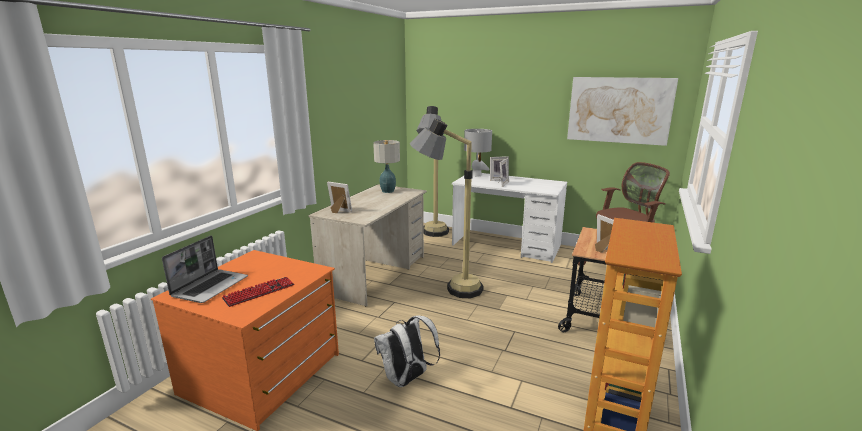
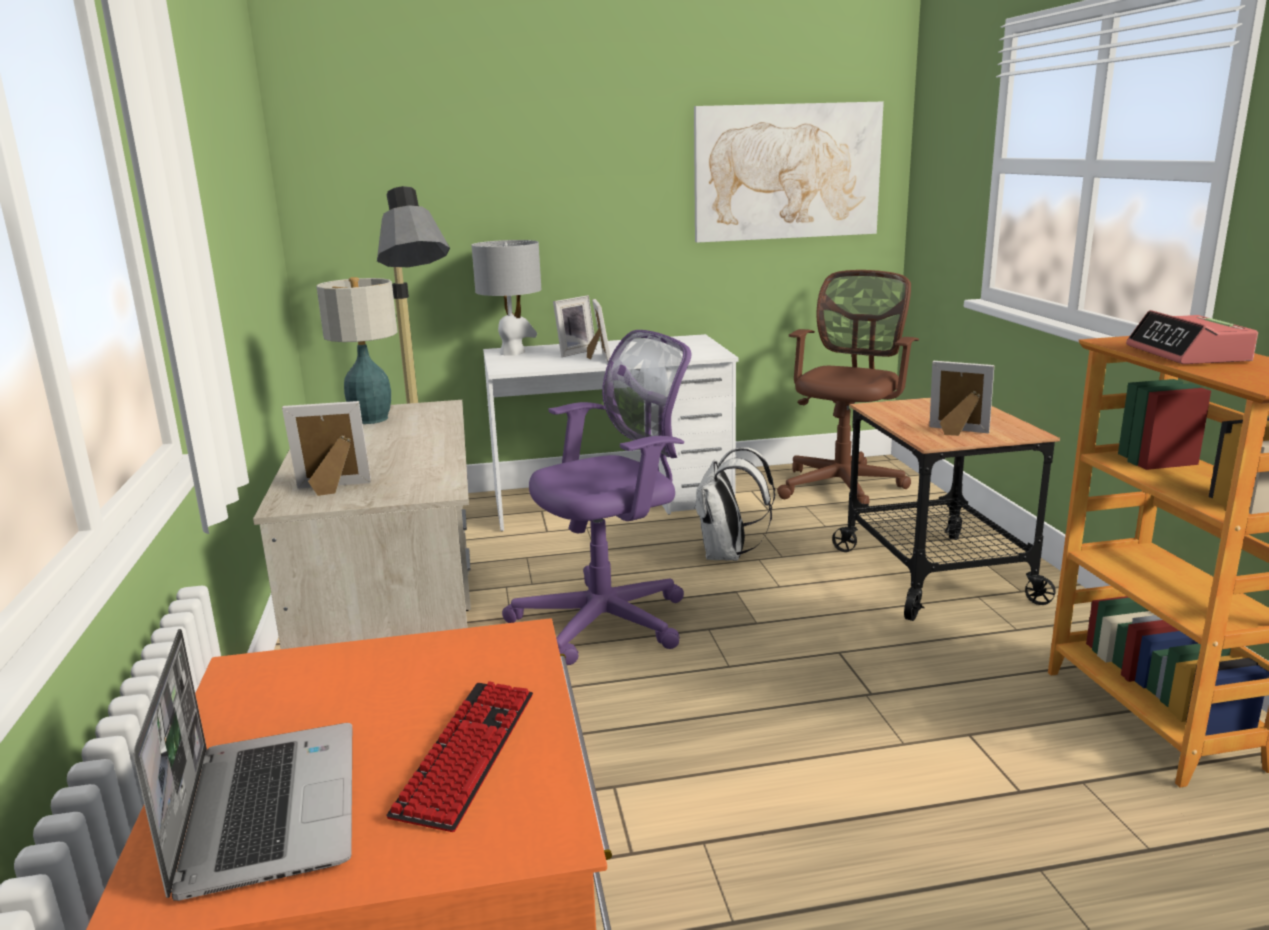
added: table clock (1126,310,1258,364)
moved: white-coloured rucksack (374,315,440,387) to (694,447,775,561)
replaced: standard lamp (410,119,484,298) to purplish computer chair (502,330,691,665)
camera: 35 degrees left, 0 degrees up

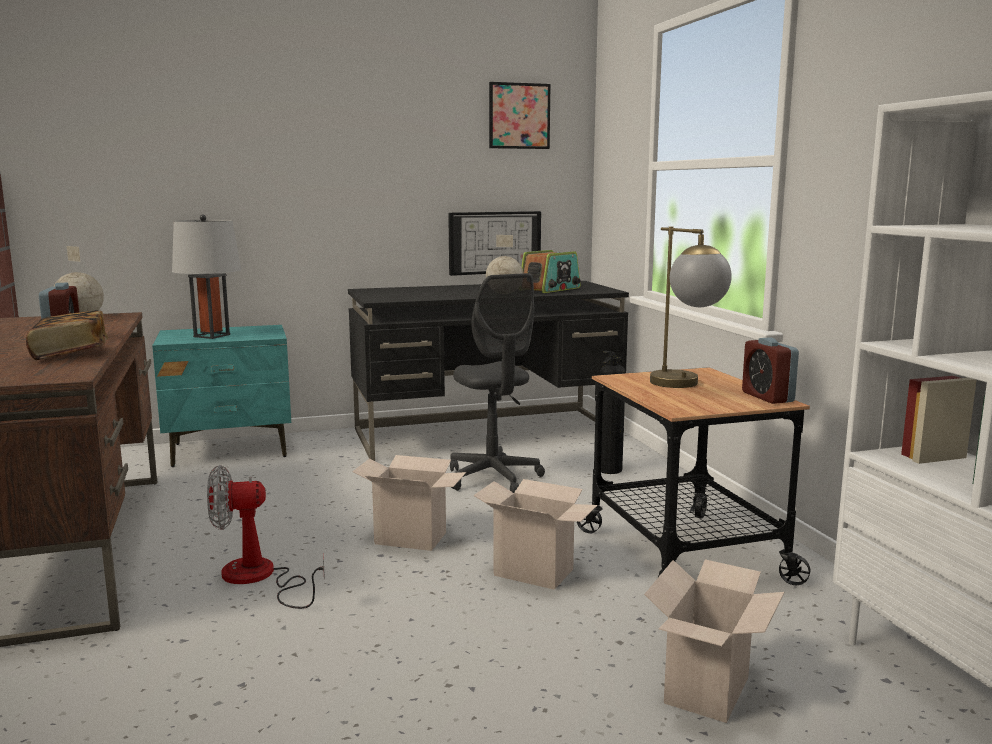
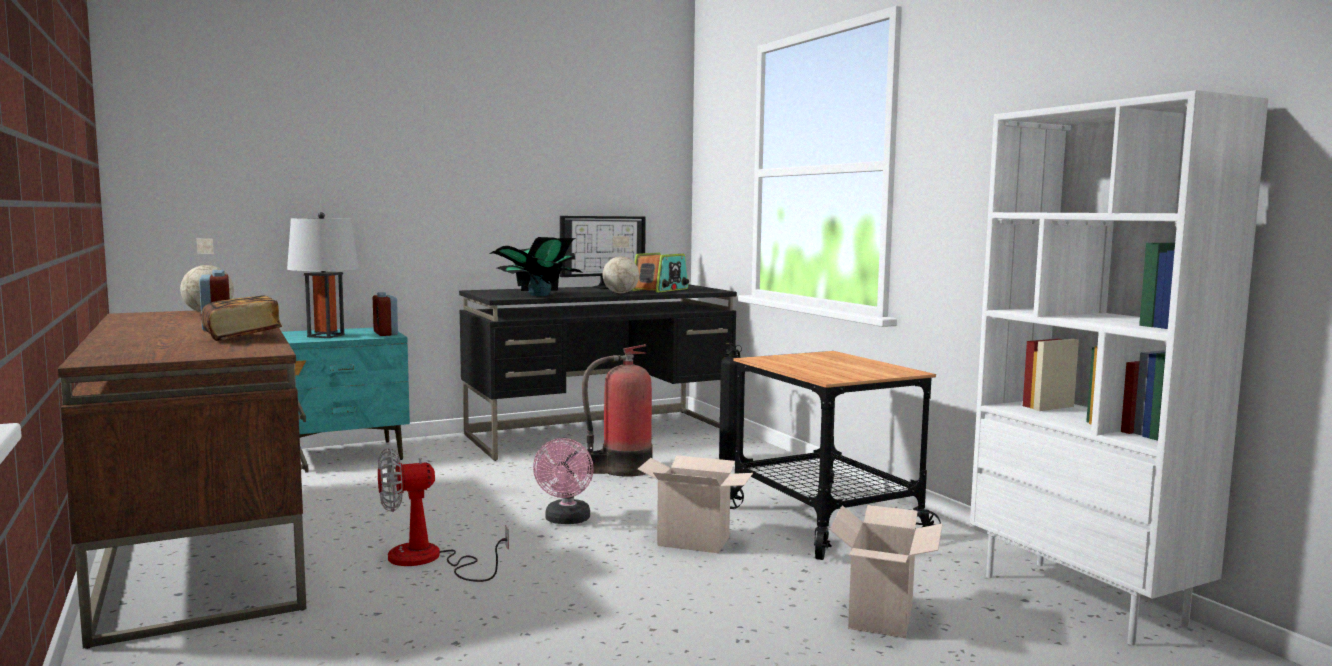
removed: picture (489,82,550,149); lamp for a table (650,227,732,388)
added: plant in a pot (489,237,583,296)
moved: table clock (742,338,799,404) to (373,292,398,336)
replaced: carton (353,455,466,551) to pink-coloured fan (533,438,594,524); grey computer chair (450,273,545,493) to extinguisher (582,344,653,477)
camera: 10 degrees left, 5 degrees down

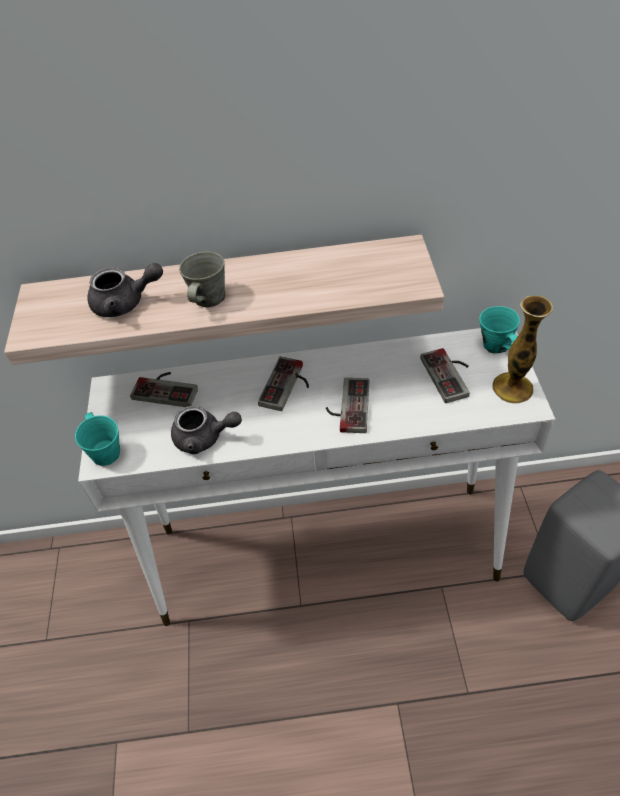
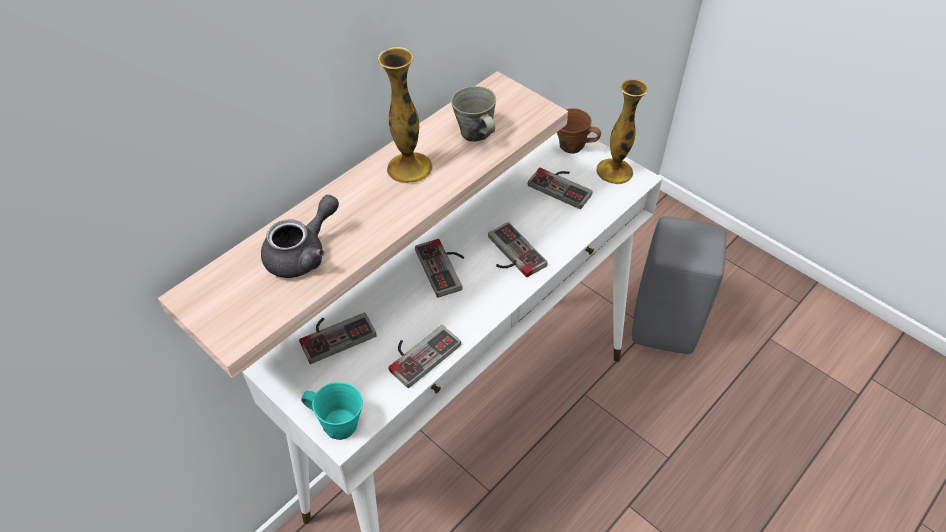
added: vase (378,47,433,184)
moved: grey tea mug (179,251,225,307) to (451,86,496,142)
replaced: grey pot for tea (171,406,242,454) to gamepad (389,325,461,388)
recoloured: turquoise-coloured tea mug (479,306,520,354) to brown tea mug (557,108,601,154)
camera: 45 degrees left, 0 degrees up

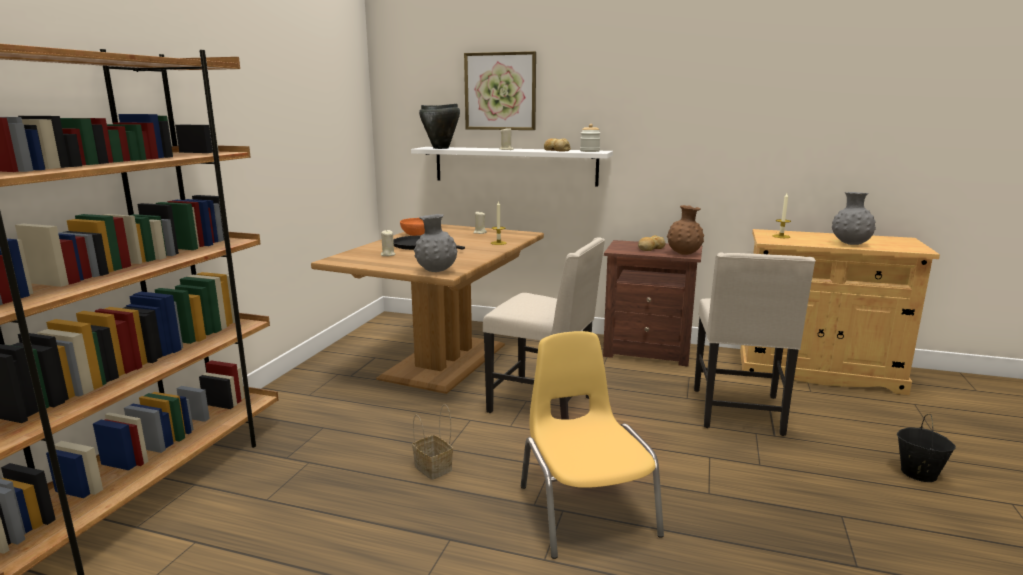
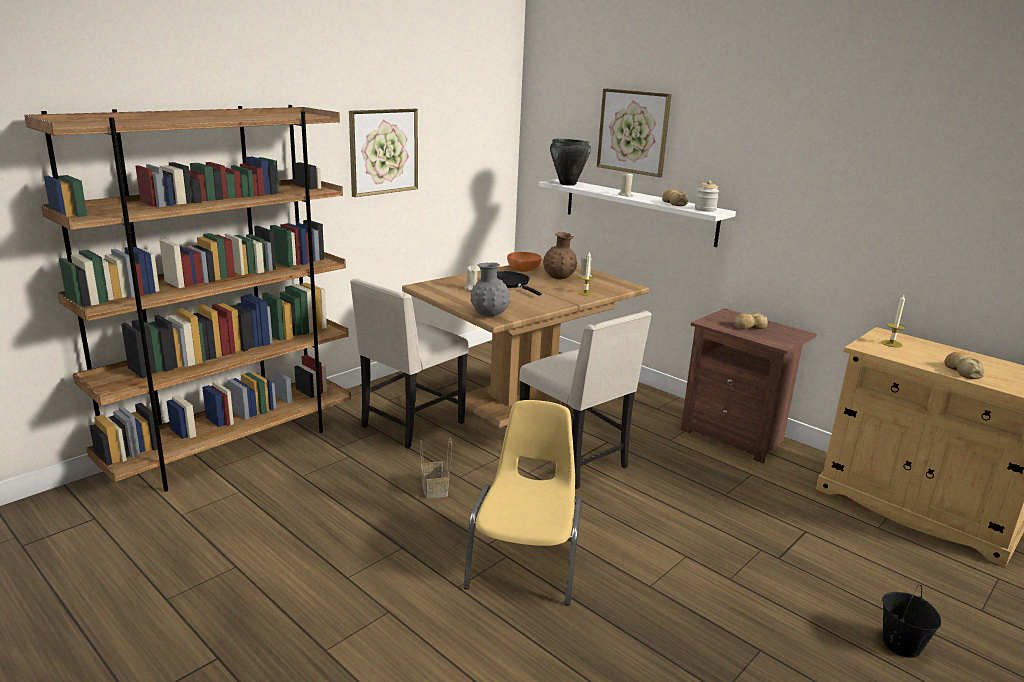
added: picture (349,109,418,197)
moved: beige-coloured plain chair (694,253,816,436) to (350,278,468,449); brown vase (667,205,704,255) to (543,232,578,279)
replaced: grey vase (832,192,876,245) to bread (944,352,984,379)
camera: 25 degrees right, 5 degrees up

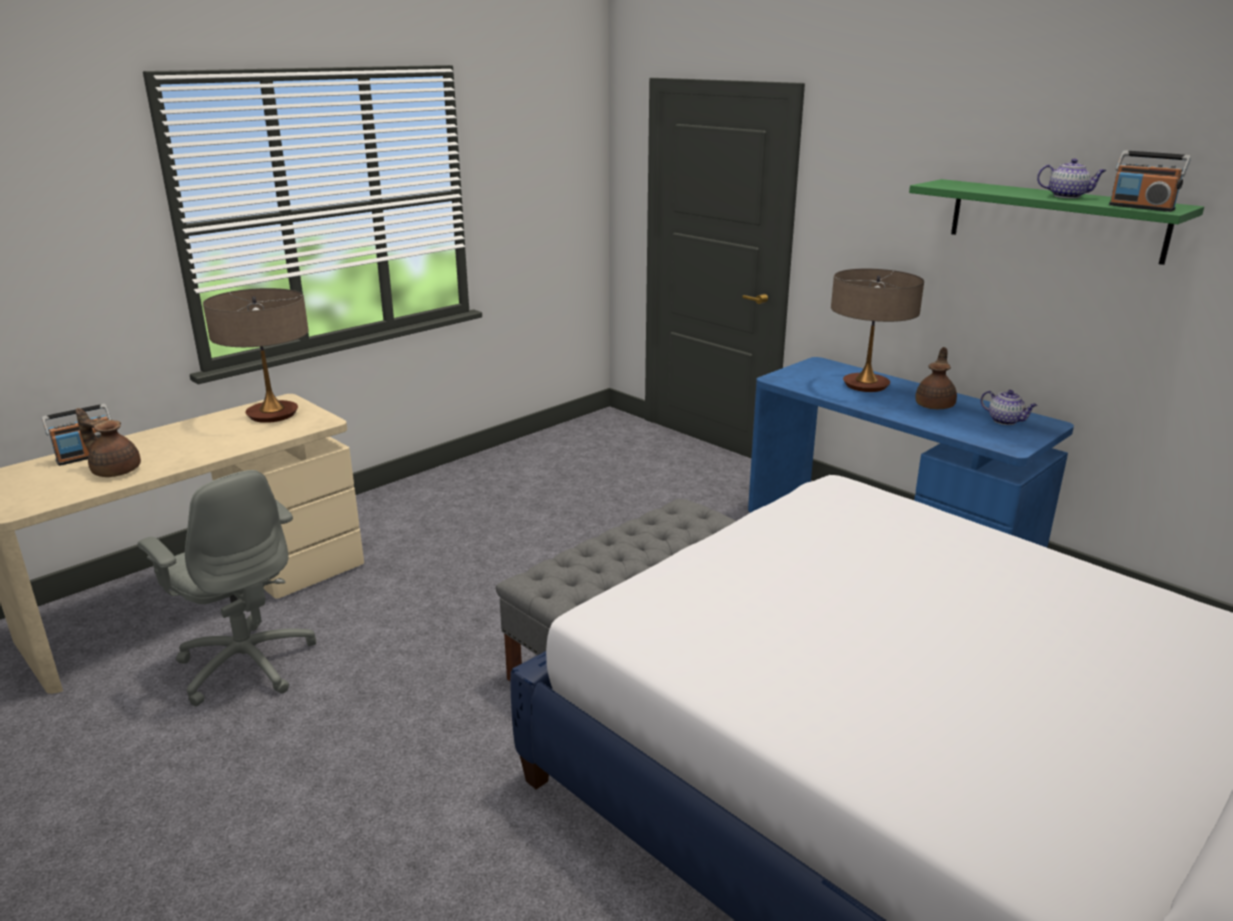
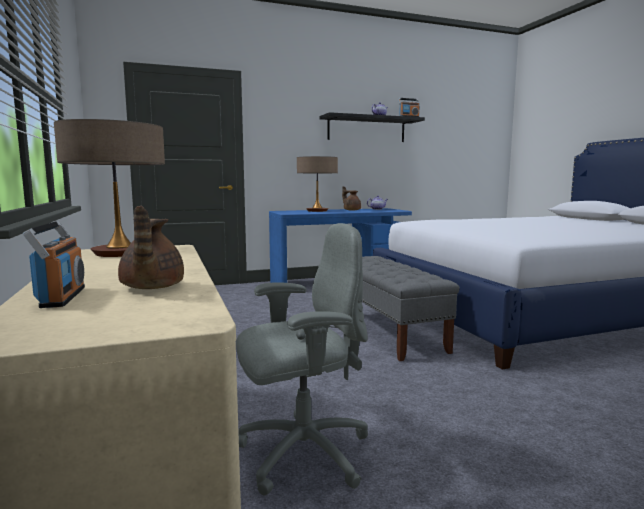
recoloured: green-coloured shelf (909,179,1204,265) to blackish shelf (320,112,425,142)
turned: brown pot for tea (76,408,141,477) = (118,206,184,289) 60 degrees counterclockwise
camera: 65 degrees left, 15 degrees down

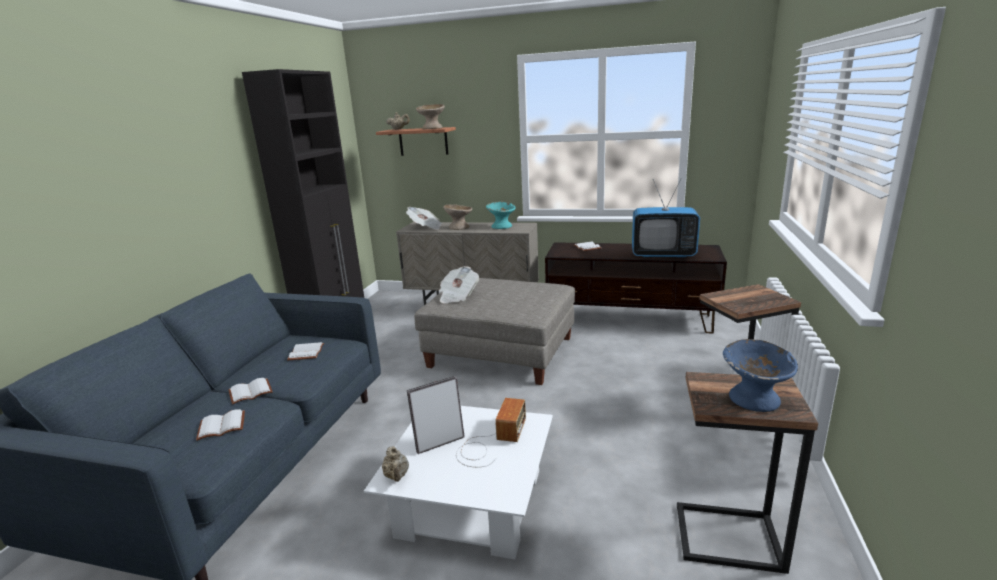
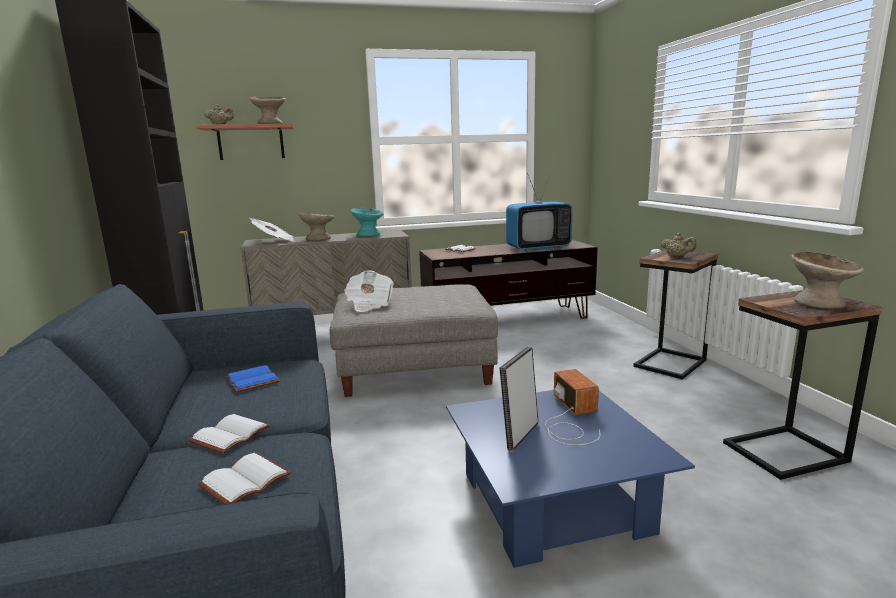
moved: beige-coloured pot for tea (382,446,409,482) to (661,233,697,257)
recoloured: white-coloured volume (287,342,324,360) to bluish volume (226,365,279,392); white-coloured low table (364,406,553,559) to bluish low table (446,390,695,568); bluish bowl (723,339,798,412) to beige-coloured bowl (792,252,864,309)
camera: 30 degrees left, 5 degrees down

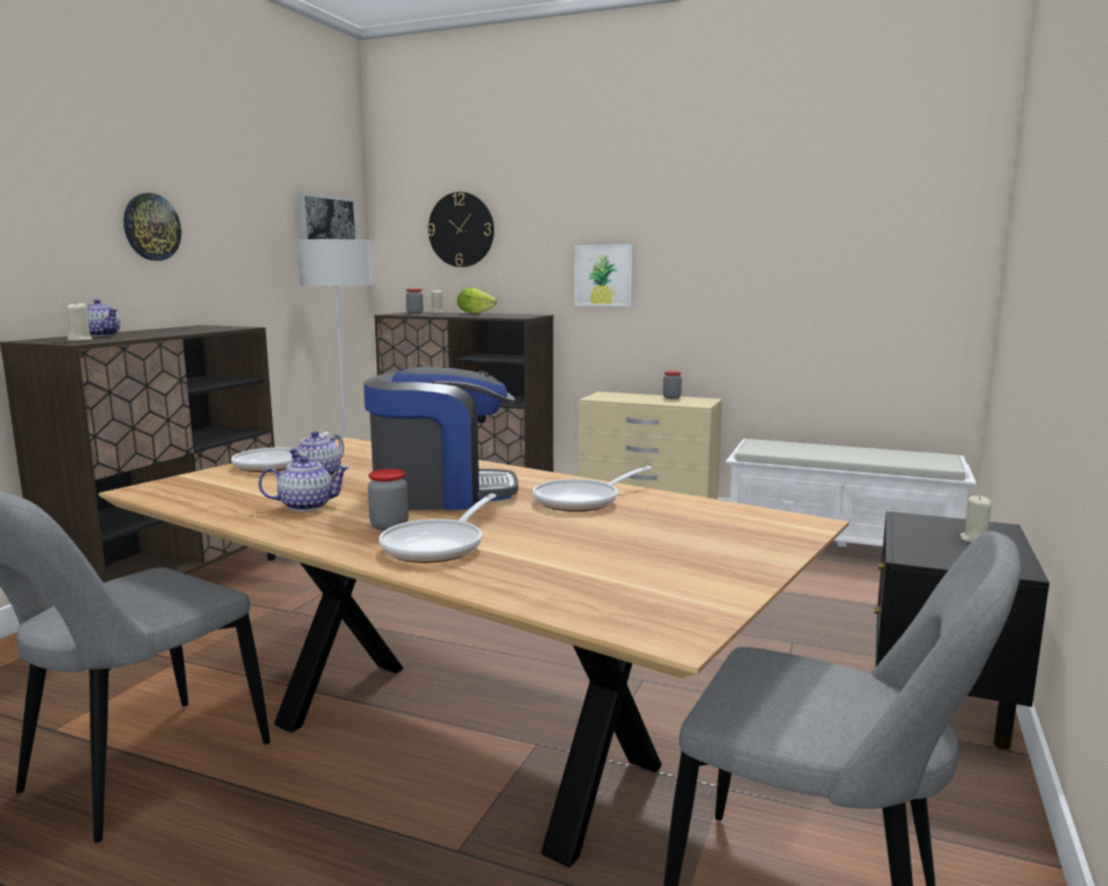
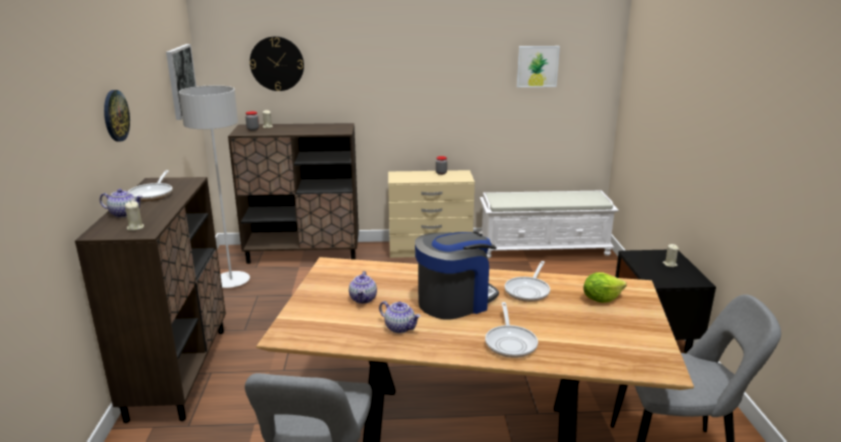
removed: storage jar (368,469,409,531)
moved: frying pan (231,432,329,472) to (128,170,172,201); picture (575,245,633,306) to (517,46,560,87); head of lettuce (457,288,497,314) to (583,272,627,303)
turned: pot for tea (258,456,350,511) = (379,301,421,333) 75 degrees clockwise
camera: 25 degrees left, 10 degrees up

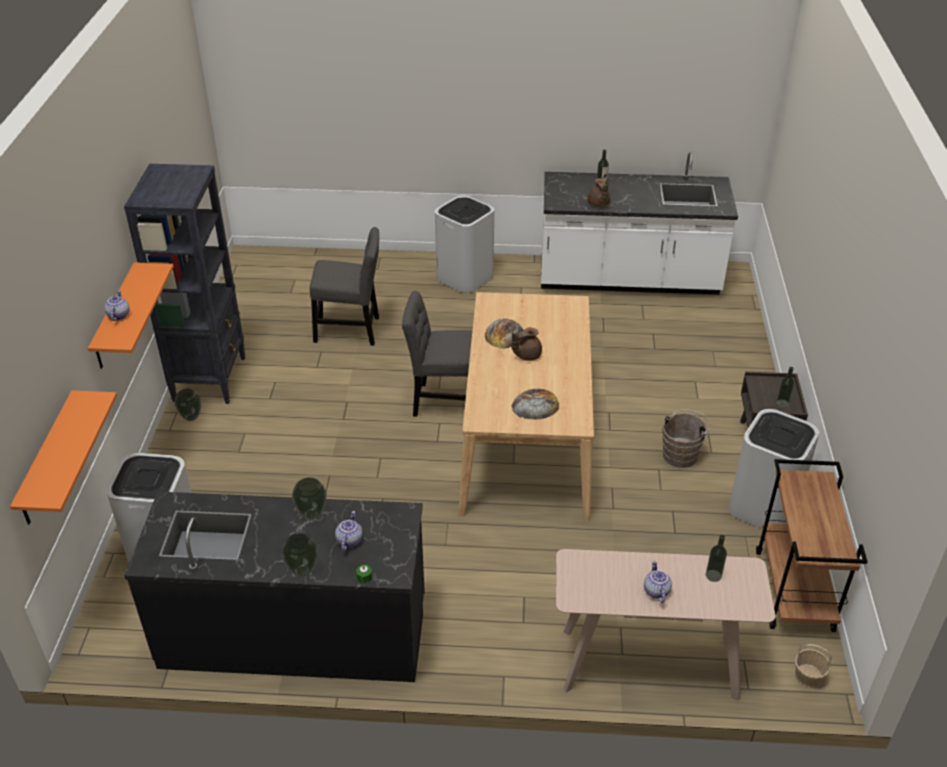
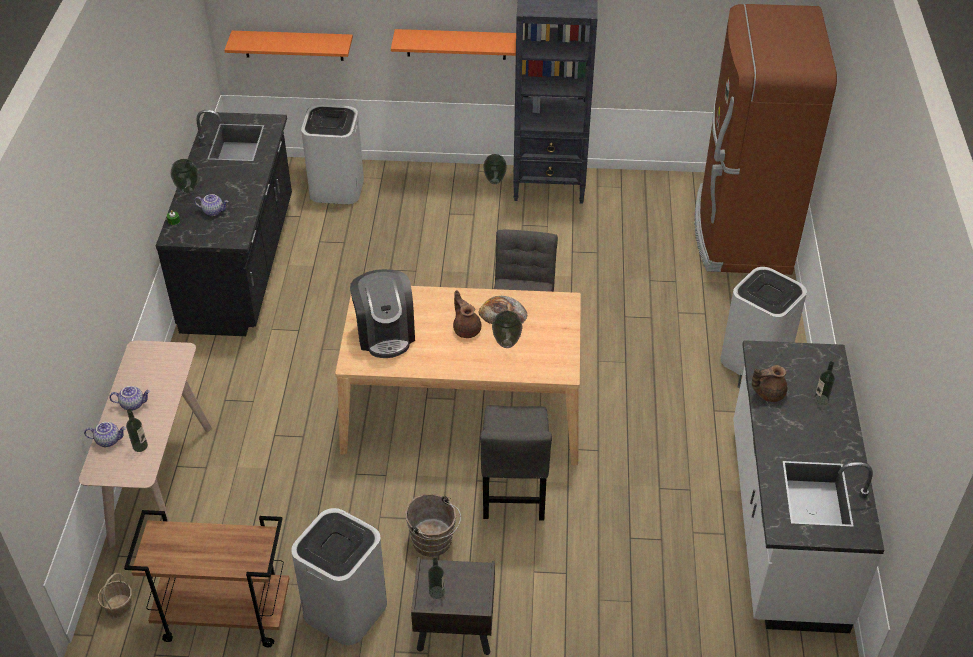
added: brown fridge (694,4,837,275)
moved: pot for tea (105,291,130,321) to (84,422,126,447); grey plain chair (310,227,379,345) to (480,405,552,521); vase (292,477,327,520) to (492,311,522,348)
replaced: bread (511,389,559,420) to coffee brewer (350,269,415,358)
camera: 90 degrees right, 5 degrees up

